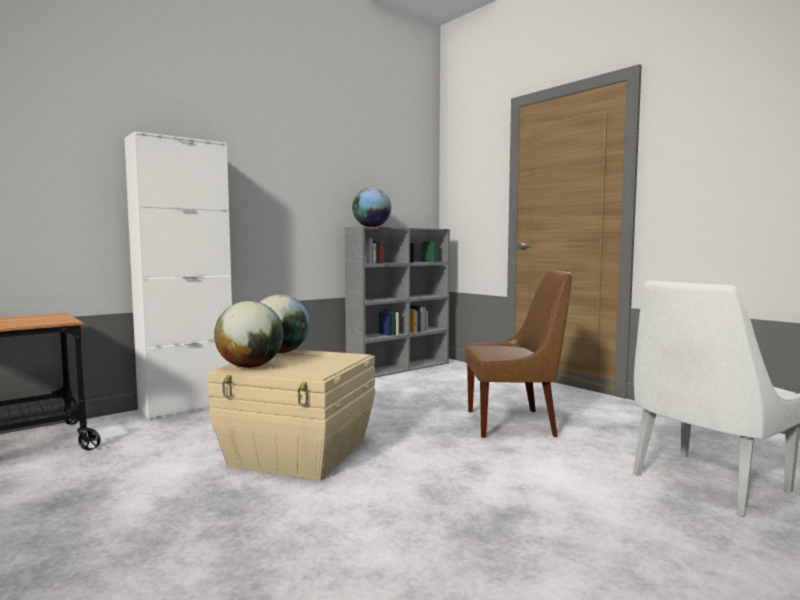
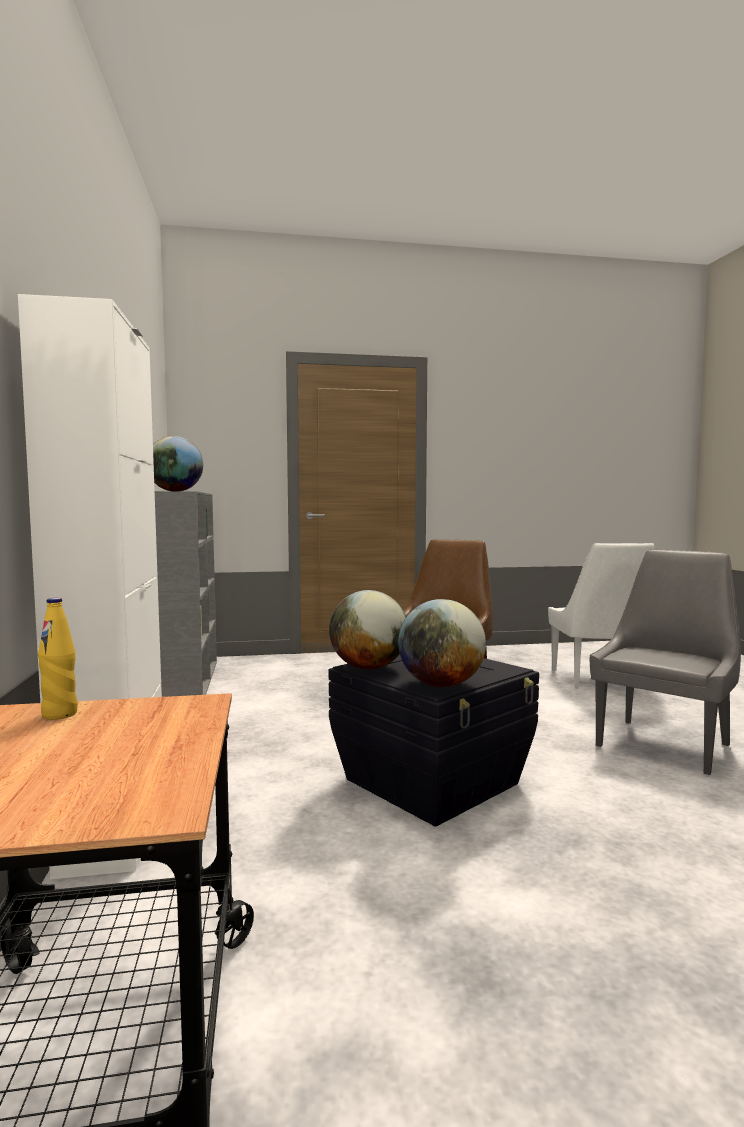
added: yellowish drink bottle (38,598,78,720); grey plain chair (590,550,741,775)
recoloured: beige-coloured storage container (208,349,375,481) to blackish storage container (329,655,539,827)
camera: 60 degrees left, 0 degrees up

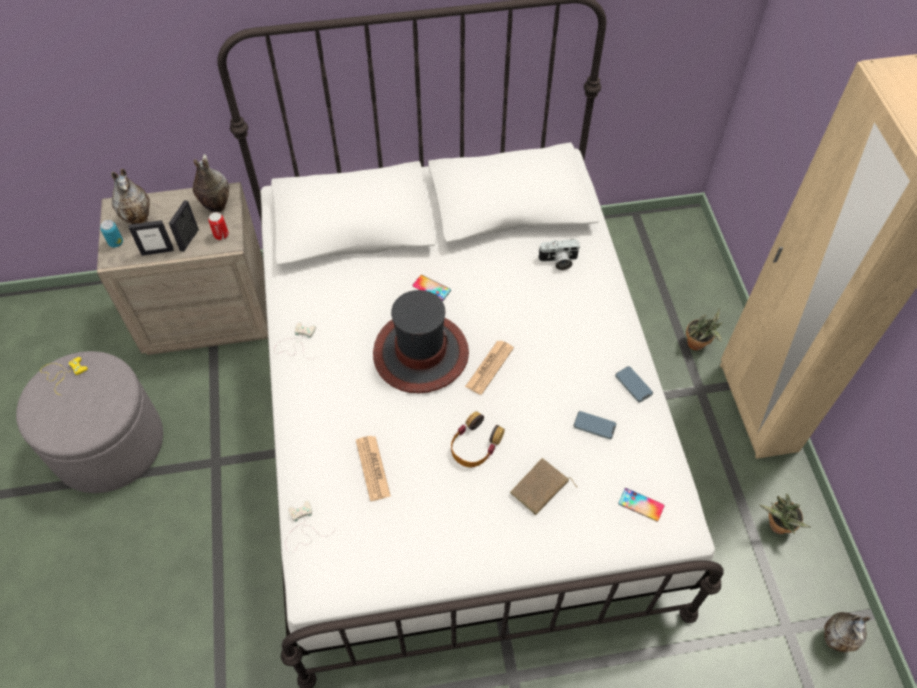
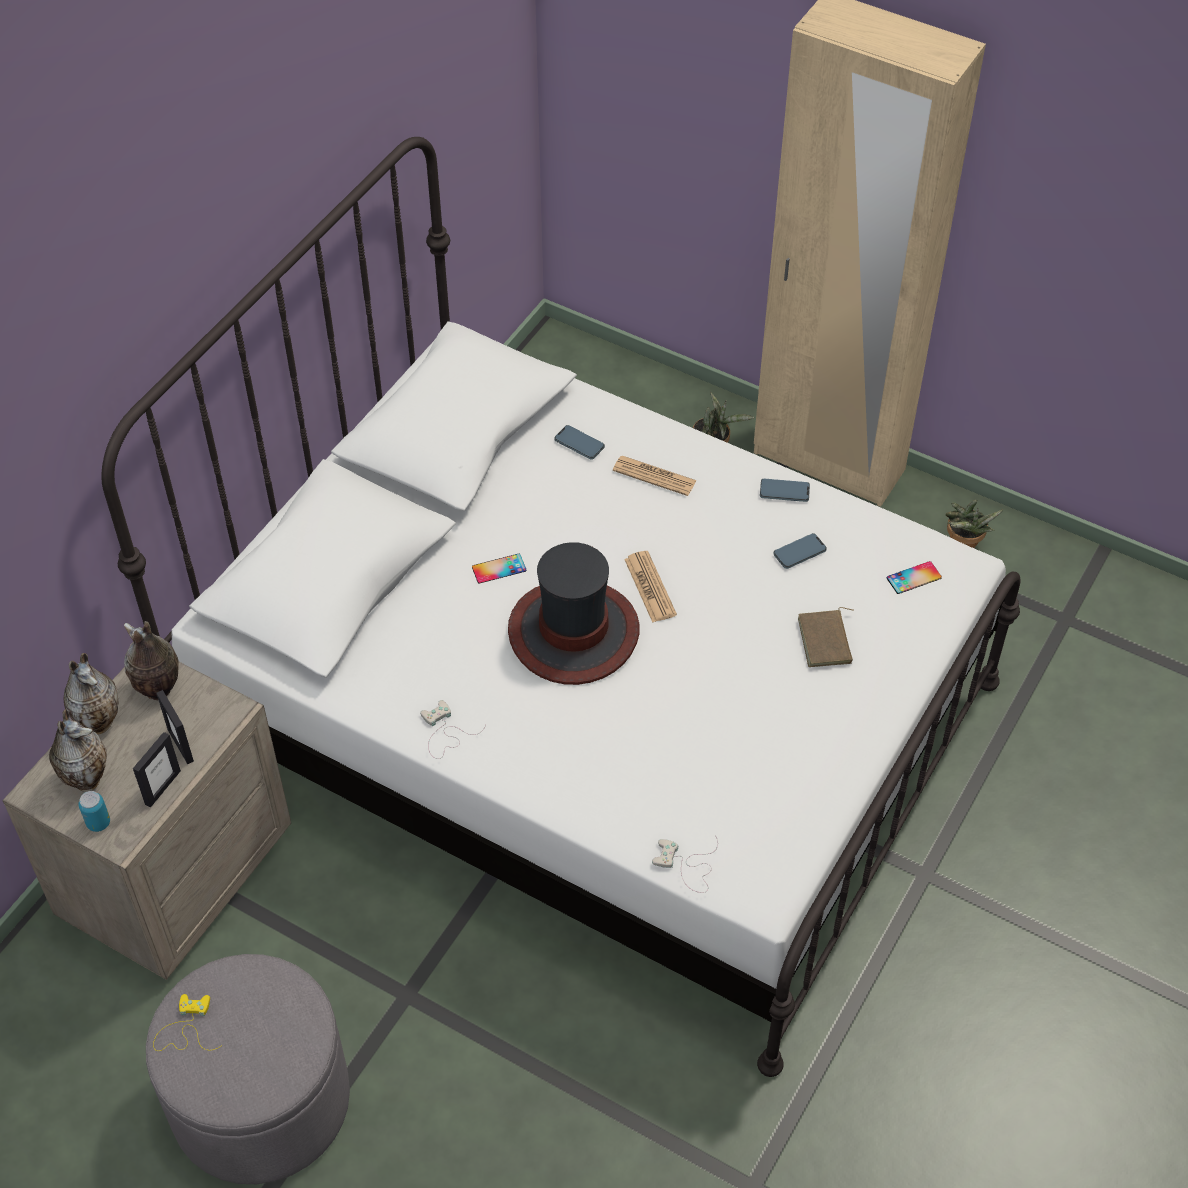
removed: sealed can (208,212,229,240); headset (451,411,505,467)
moved: vase (824,612,870,652) to (64,653,118,735); daily paper (356,436,391,501) to (613,456,697,496)
replaced: still camera (538,239,580,270) to phone (555,425,605,460)
camera: 50 degrees left, 5 degrees down

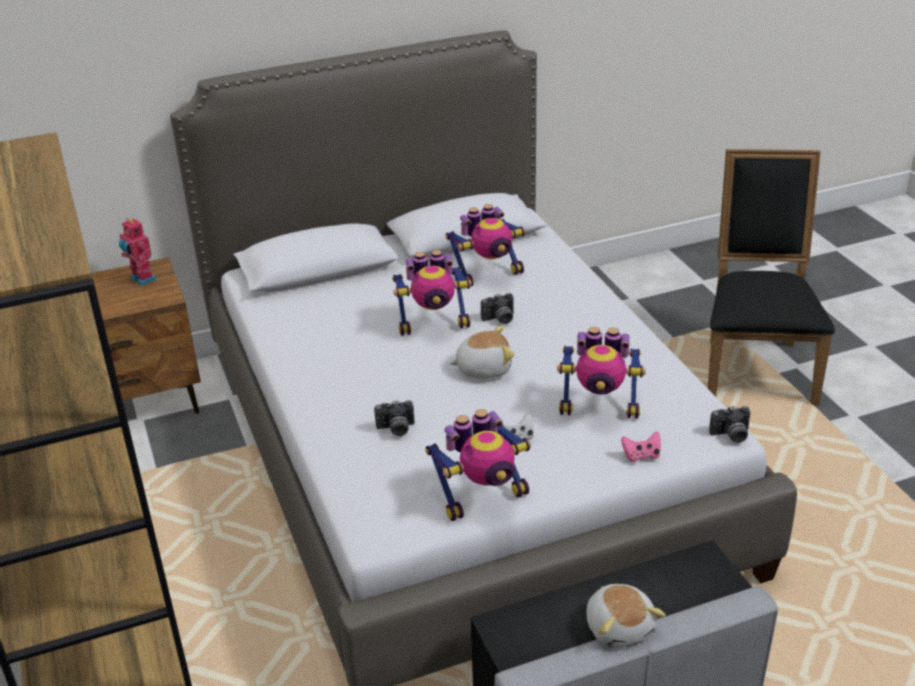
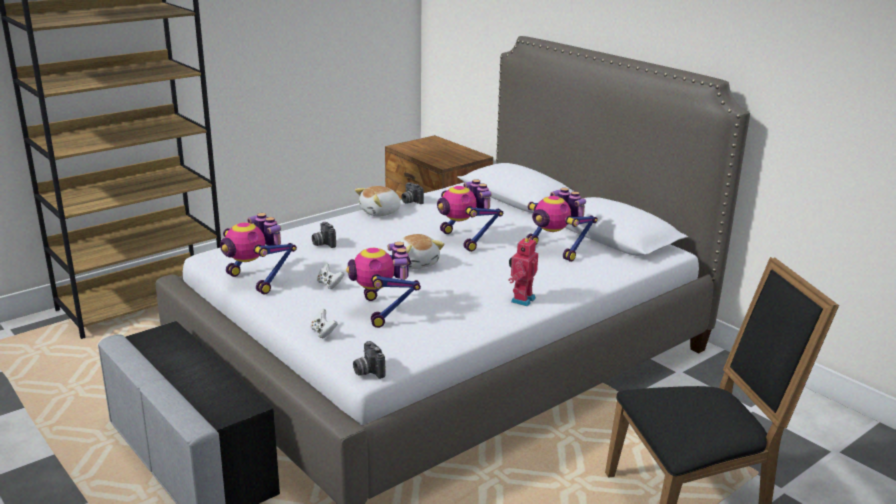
moved: cuddly toy (586,584,666,648) to (355,186,402,216); still camera (481,293,514,324) to (401,182,424,204); model robot (119,218,156,286) to (508,236,538,307)
recoloured: pink-coloured gamepad (621,431,661,462) to white-coloured gamepad (310,308,338,338)
camera: 70 degrees right, 10 degrees down

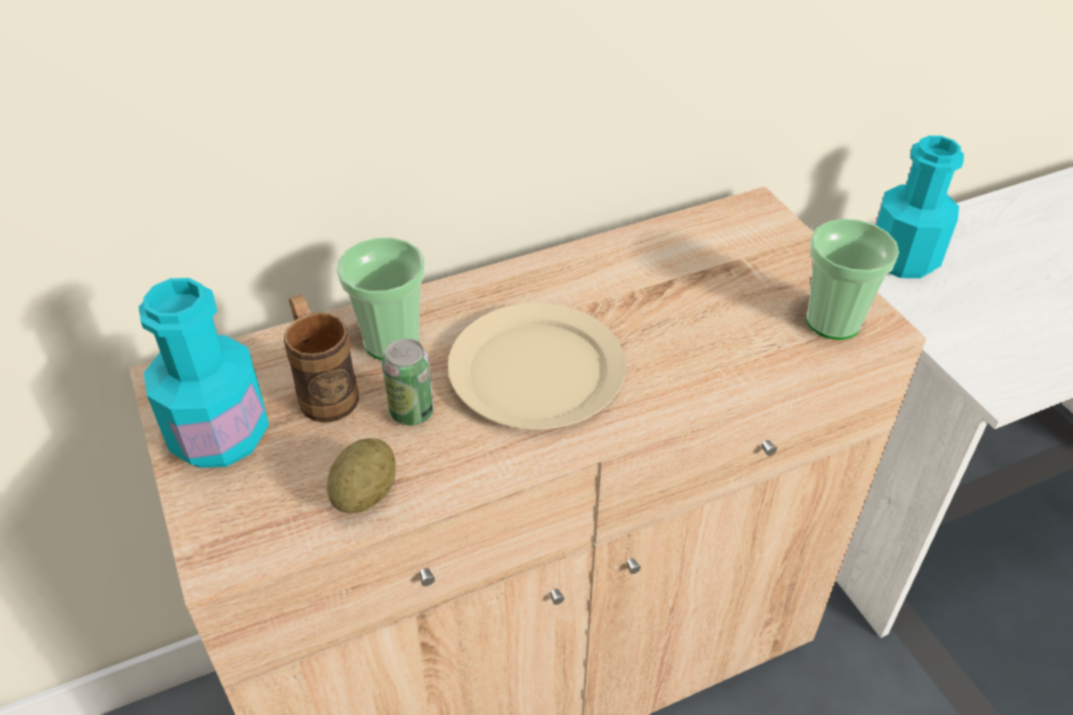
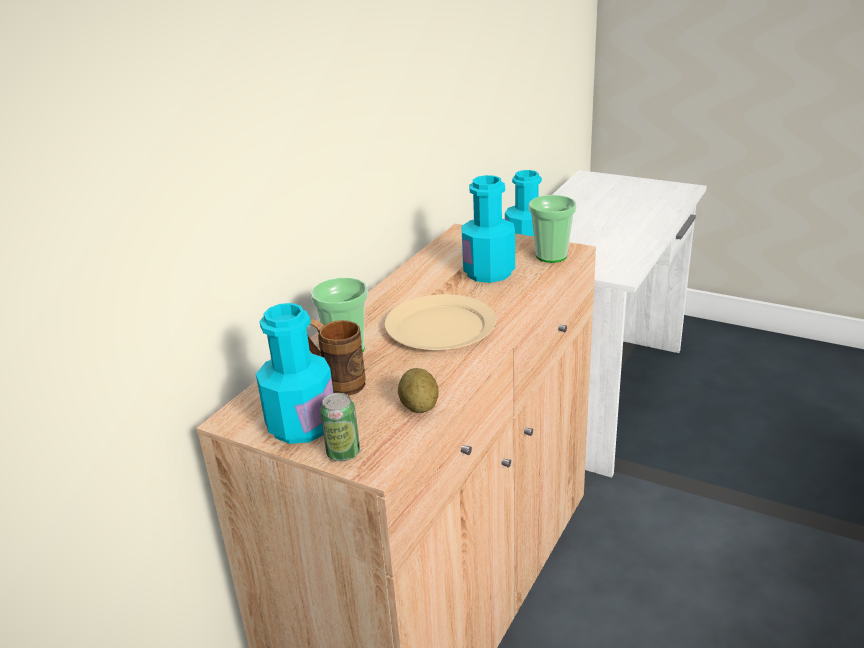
added: turquoise-coloured drink bottle (461,175,515,283)
moved: sealed can (382,339,434,426) to (320,393,360,461)
camera: 35 degrees left, 15 degrees down

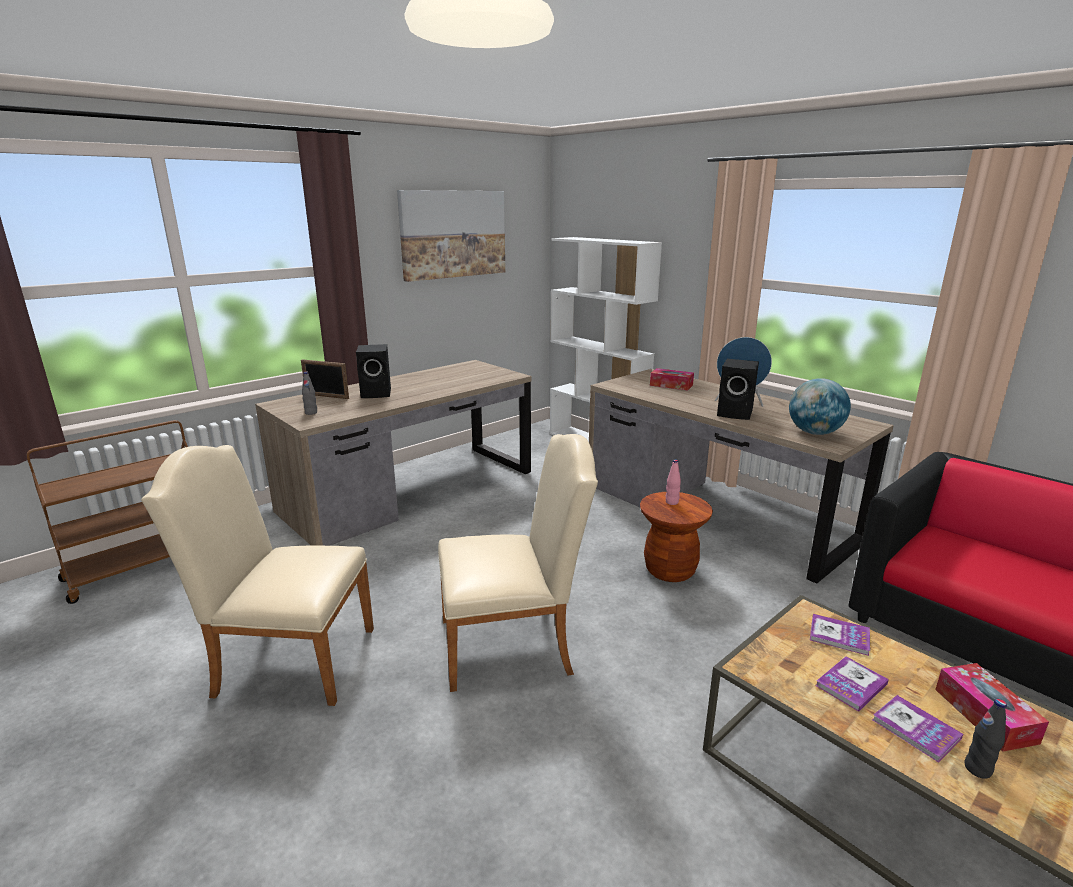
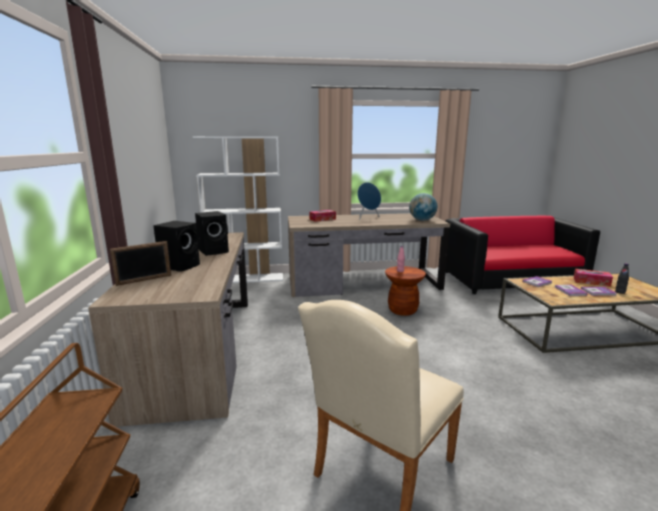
removed: grey drink bottle (302,372,317,415); picture (397,190,505,282); beige-coloured plain chair (438,434,598,692)
moved: blackish loudspeaker (717,359,759,420) to (195,211,229,256)
camera: 55 degrees left, 5 degrees down

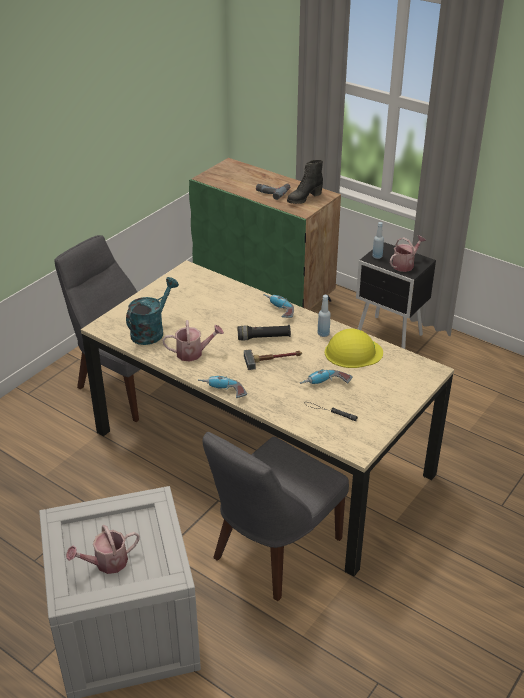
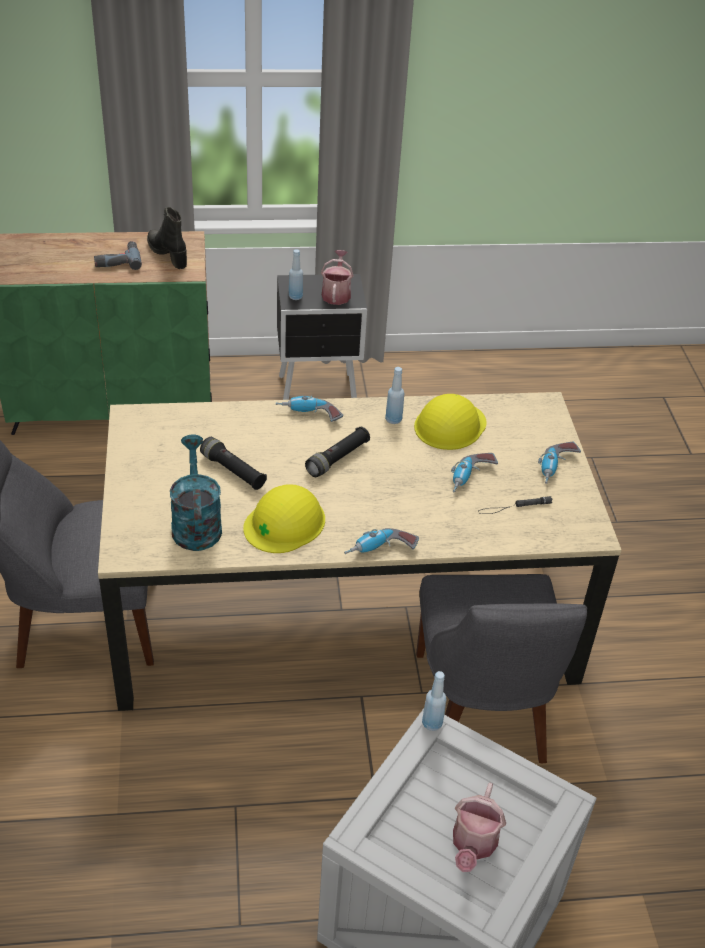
removed: tool hammer (244,349,302,370)
added: blackish torch (200,437,267,490); bluish drink bottle (422,671,447,731); drill (538,442,581,484)
replaced: watering pot (163,320,224,362) to yellowish safety helmet (243,484,325,553)
turned: blackish boot (287,160,323,204) = (147,207,187,269) 135 degrees clockwise
camera: 45 degrees left, 5 degrees up

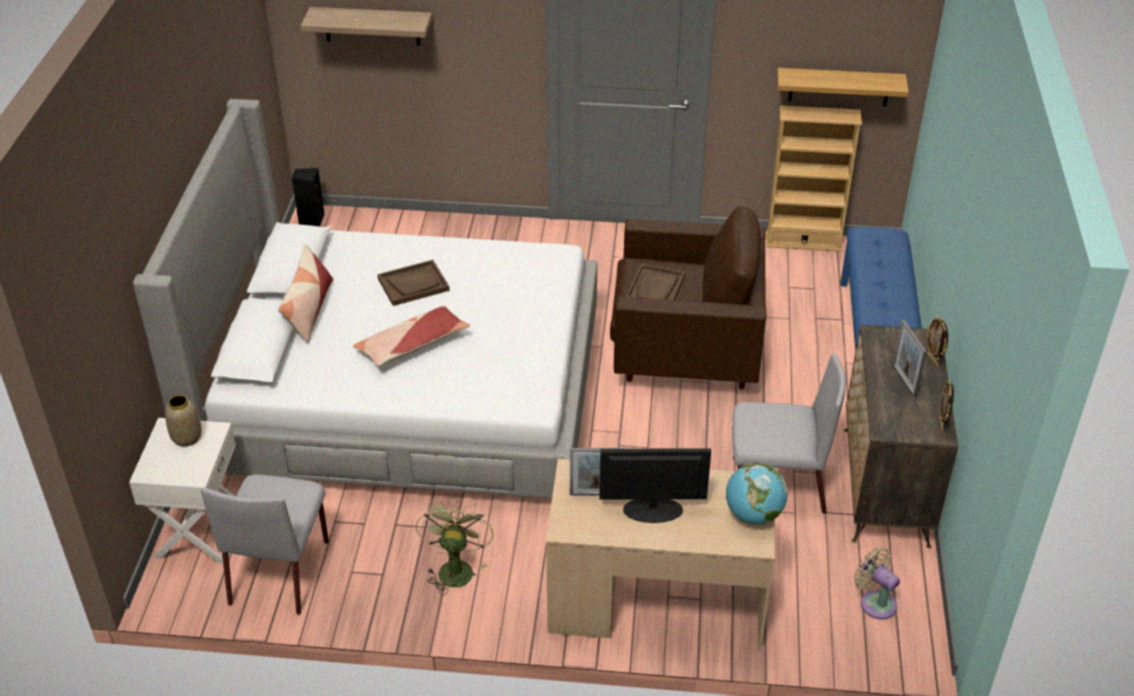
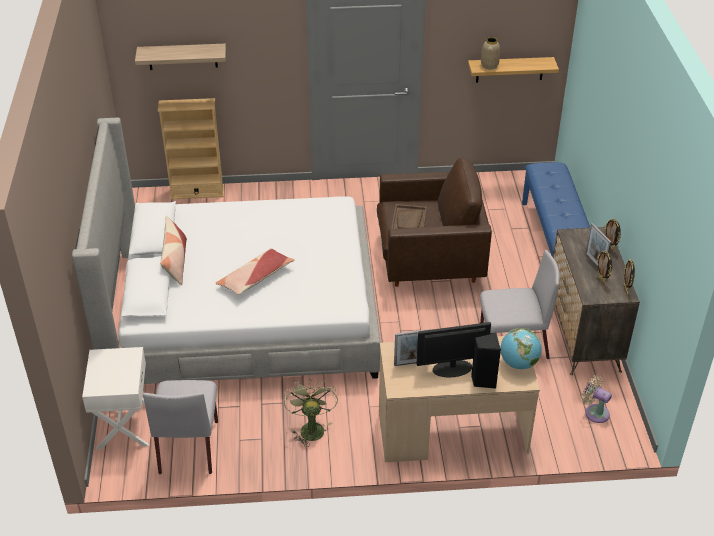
removed: brown serving tray (377,260,450,306)
added: photo frame (597,251,612,285)
moved: beige-coloured shelving unit (766,105,862,252) to (158,98,224,199); blackish loudspeaker (292,168,324,227) to (471,333,501,389); vase (165,395,202,447) to (481,37,500,69)
camera: 10 degrees left, 0 degrees up

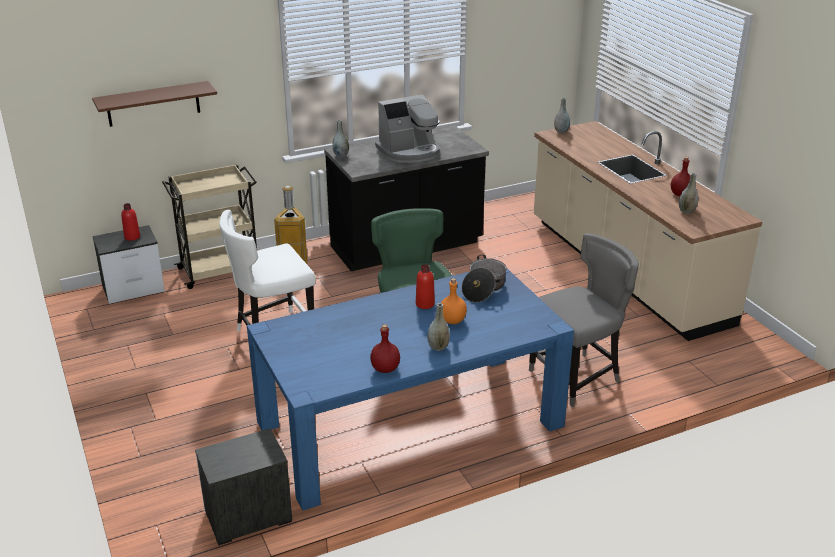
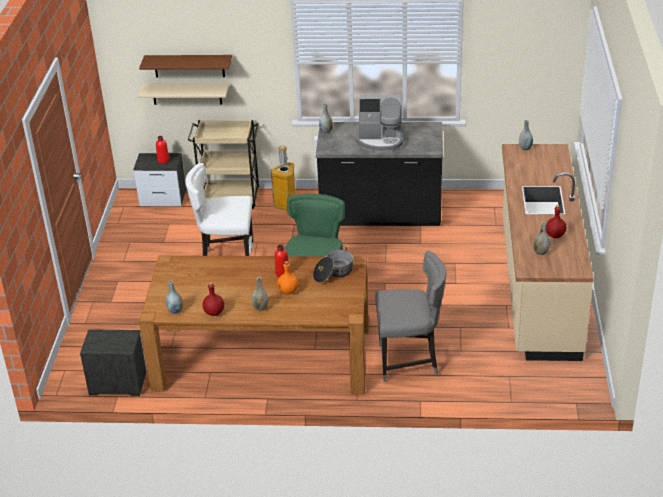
added: beige-coloured shelf (138,83,229,105); grey vase (166,280,183,314)
recoloured: bluish kitchen table (247,268,574,511) to brown kitchen table (139,255,369,394)
camera: 30 degrees right, 5 degrees up

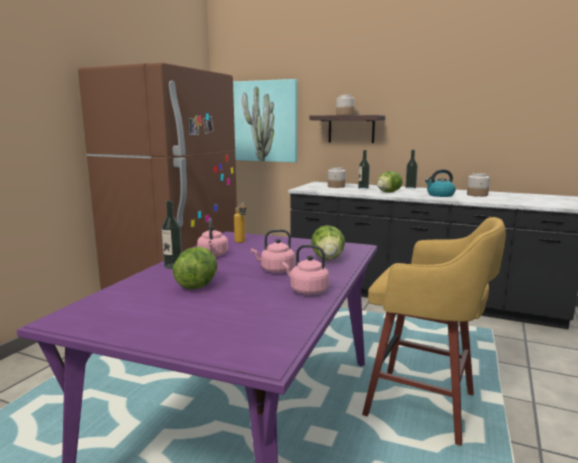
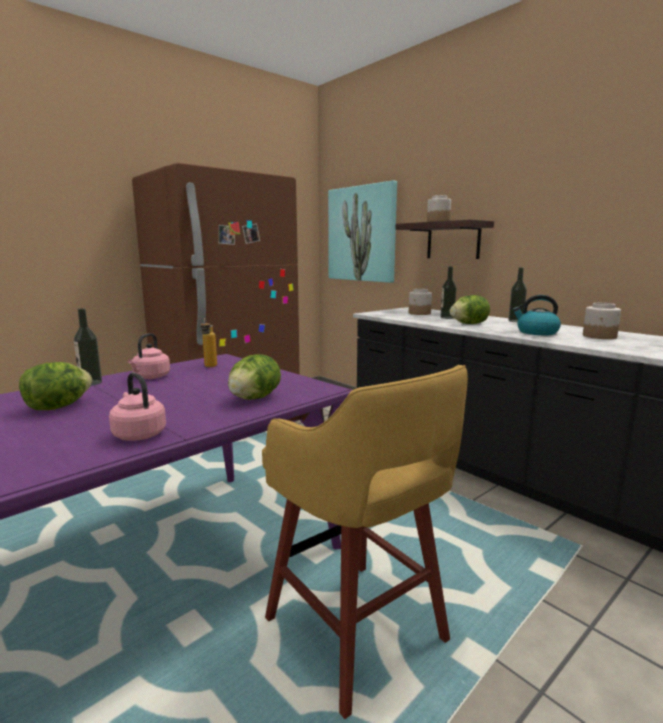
removed: pink-coloured tea kettle (251,229,295,273)
camera: 25 degrees right, 0 degrees up

